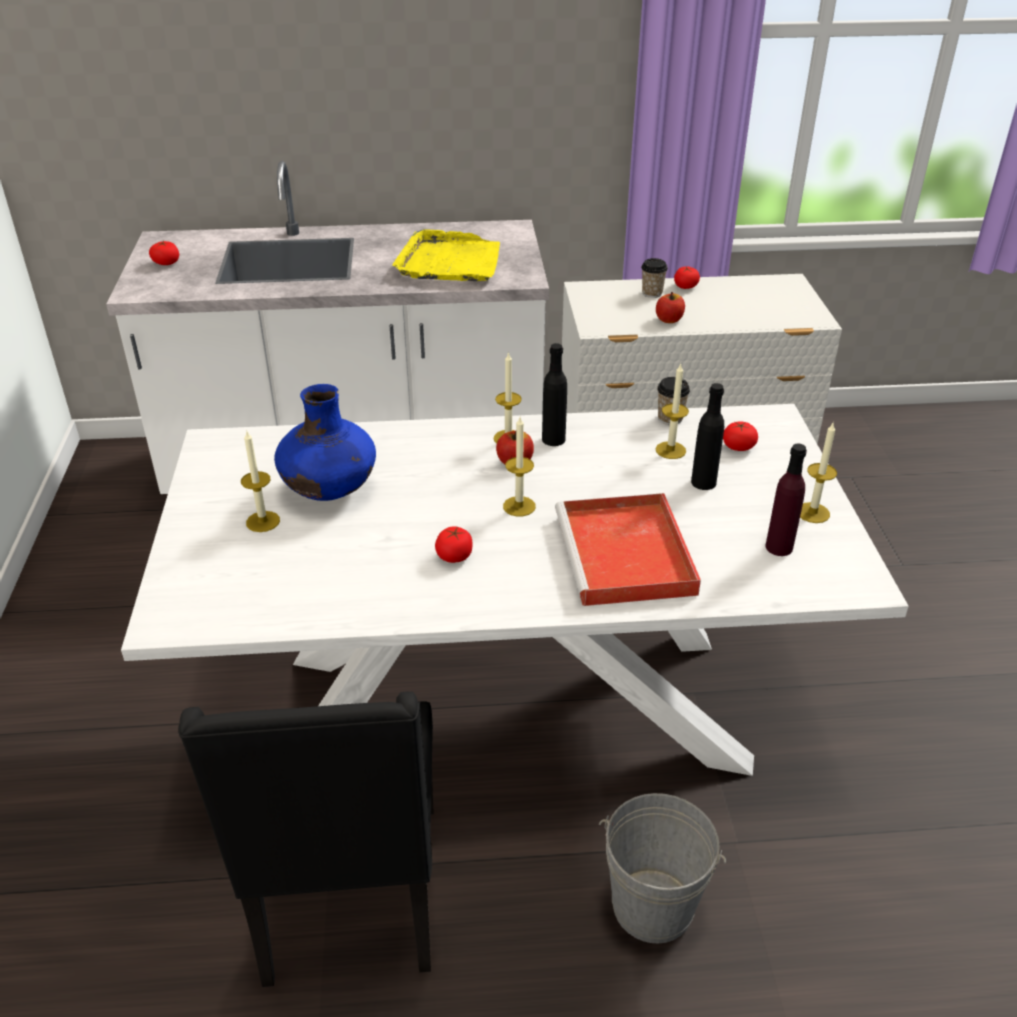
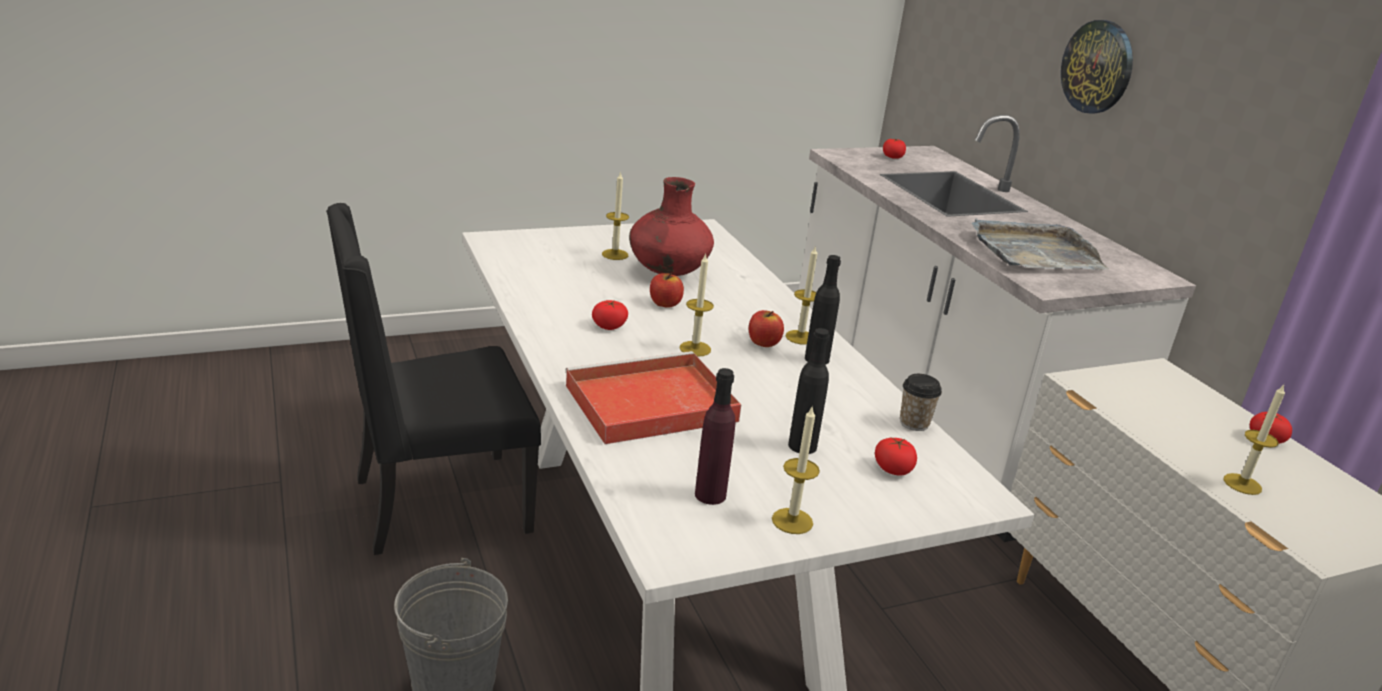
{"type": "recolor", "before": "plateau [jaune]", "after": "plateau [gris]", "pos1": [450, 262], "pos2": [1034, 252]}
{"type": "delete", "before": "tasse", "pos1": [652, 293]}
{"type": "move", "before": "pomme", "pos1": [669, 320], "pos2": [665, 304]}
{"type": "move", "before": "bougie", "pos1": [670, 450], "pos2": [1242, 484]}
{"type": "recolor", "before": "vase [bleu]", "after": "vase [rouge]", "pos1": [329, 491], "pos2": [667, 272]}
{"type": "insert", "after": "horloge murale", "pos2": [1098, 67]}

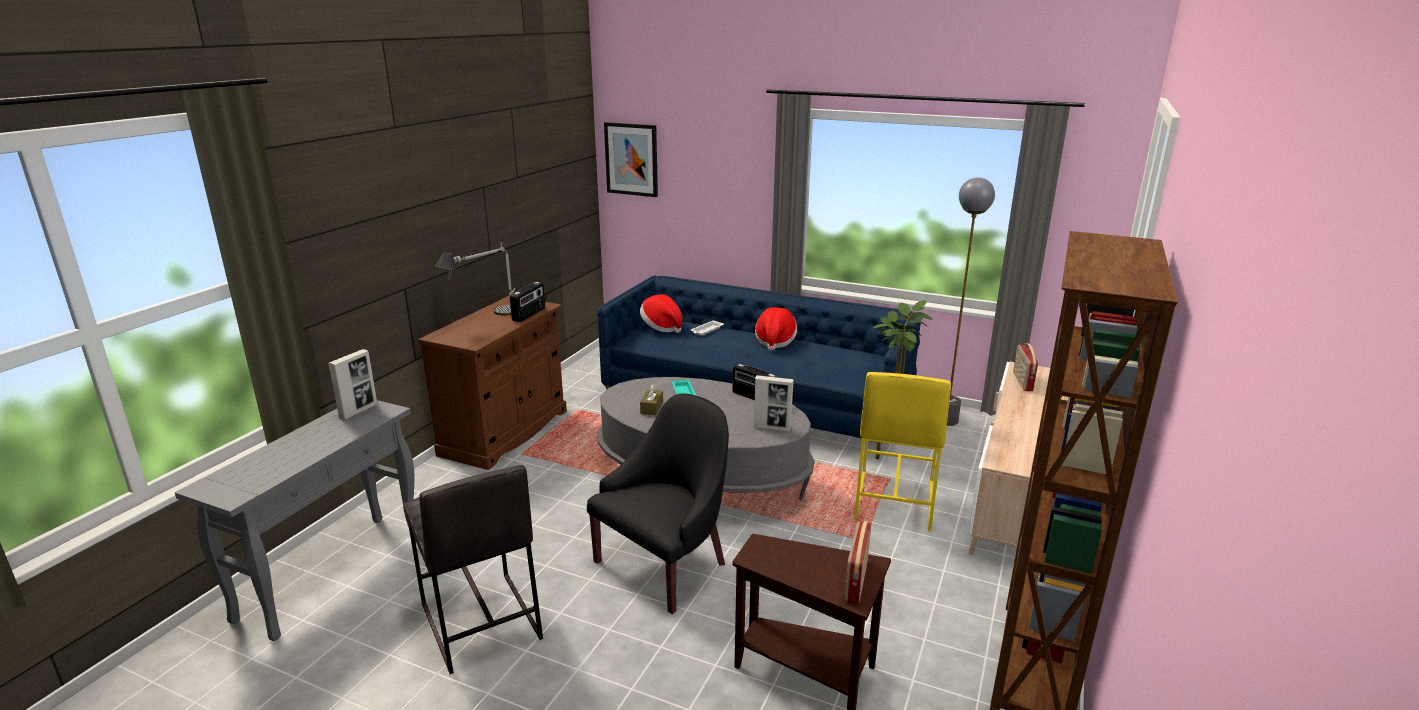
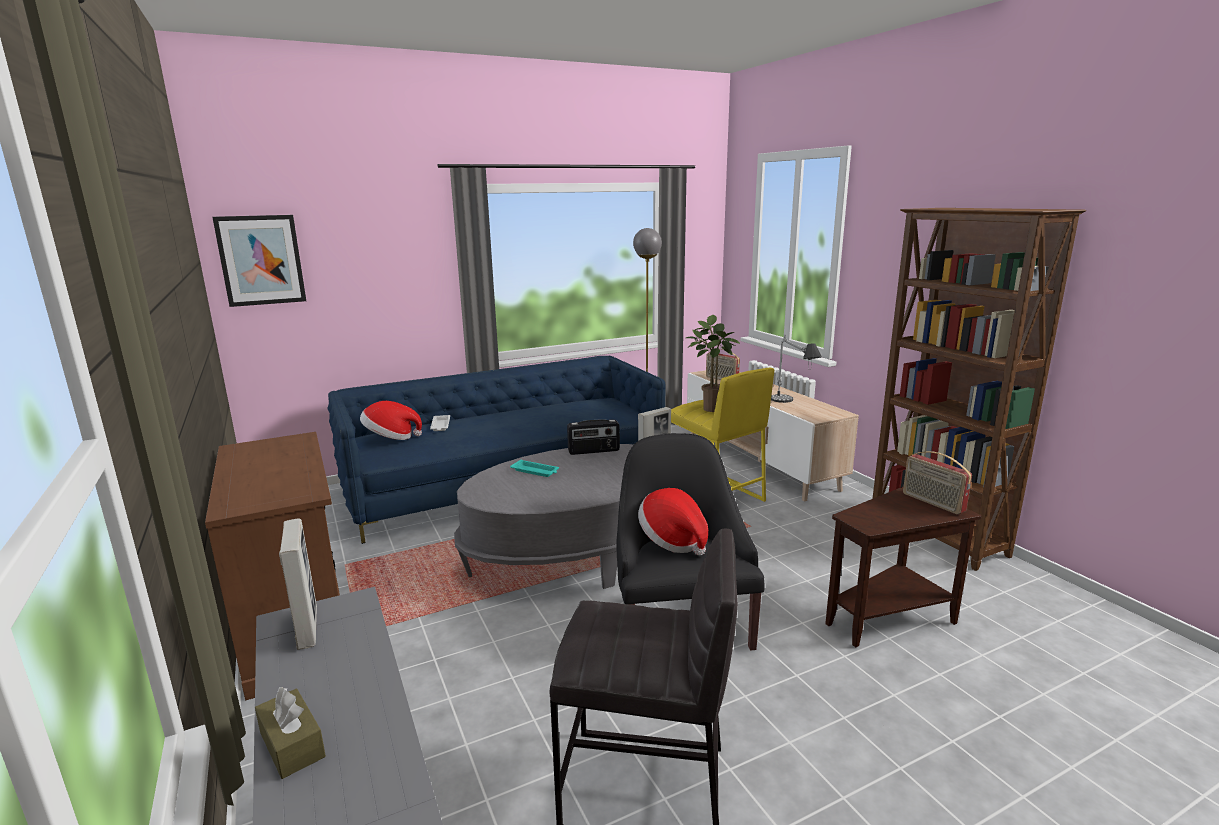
{"type": "move", "before": "lampe de table", "pos1": [484, 317], "pos2": [791, 406]}
{"type": "delete", "before": "radio", "pos1": [529, 314]}
{"type": "move", "before": "chapeau", "pos1": [775, 341], "pos2": [673, 540]}
{"type": "move", "before": "boîte à mouchoirs [marron]", "pos1": [651, 408], "pos2": [292, 744]}

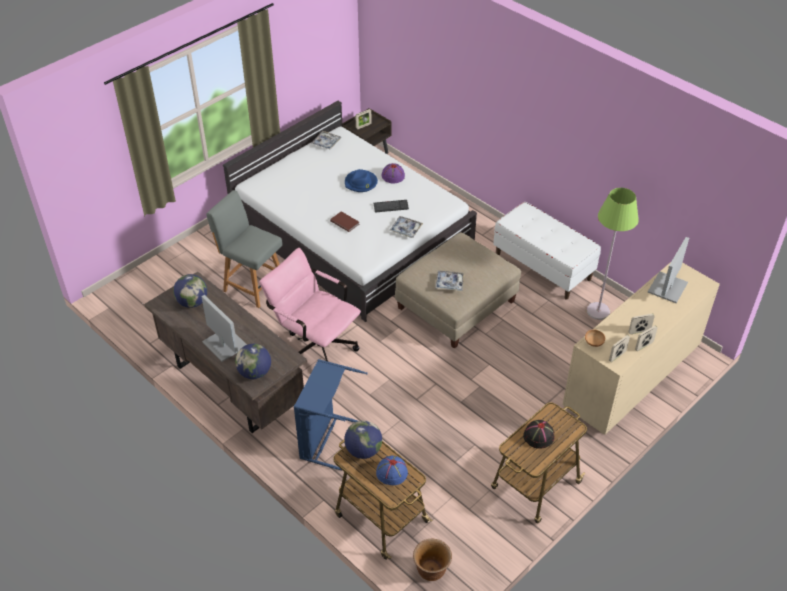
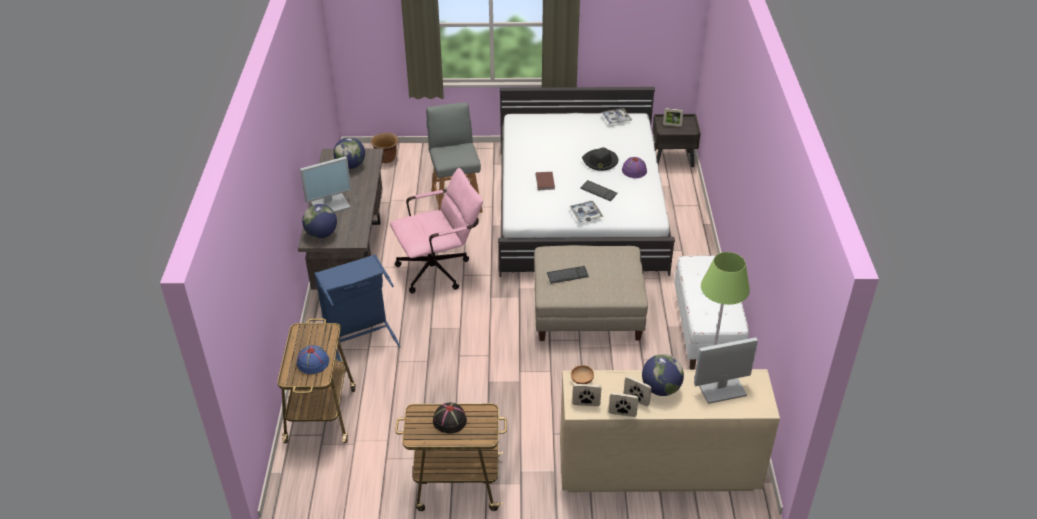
{"type": "recolor", "before": "chapeau [bleu]", "after": "chapeau [noir]", "pos1": [361, 183], "pos2": [600, 161]}
{"type": "rotate", "before": "chaise de bureau [rose]", "pos1": [314, 346], "pos2": [440, 269], "turn": 75}
{"type": "replace", "before": "plateau", "after": "clavier", "pos1": [449, 283], "pos2": [567, 275]}
{"type": "rotate", "before": "écran d'ordinateur", "pos1": [224, 344], "pos2": [330, 204], "turn": 60}
{"type": "move", "before": "globe", "pos1": [363, 450], "pos2": [660, 389]}
{"type": "move", "before": "cache-pot [marron]", "pos1": [431, 571], "pos2": [386, 159]}

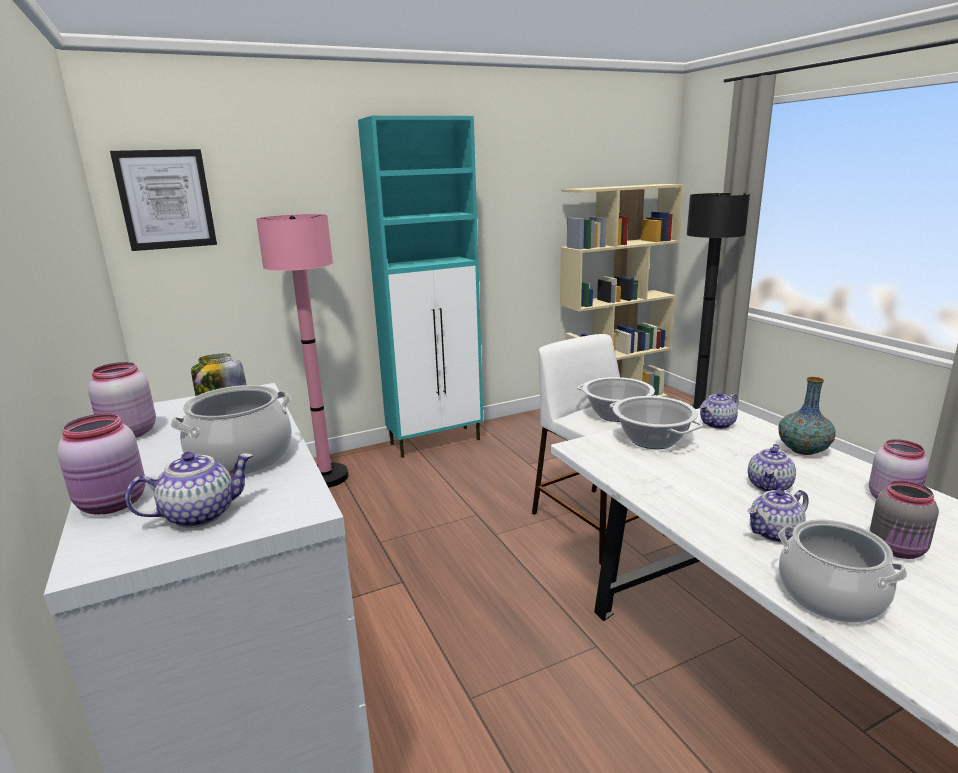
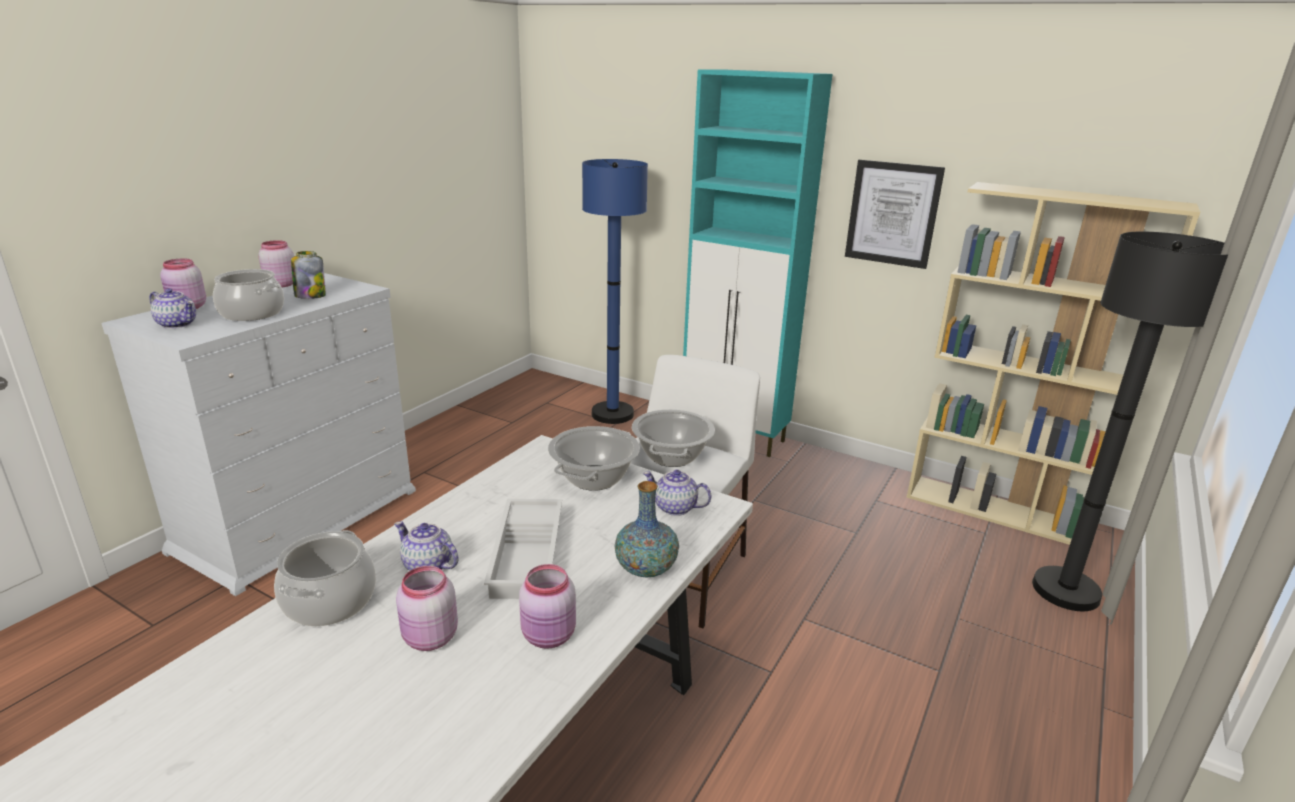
{"type": "move", "before": "tableau", "pos1": [166, 200], "pos2": [892, 213]}
{"type": "recolor", "before": "lampadaire [rose]", "after": "lampadaire [bleu]", "pos1": [326, 477], "pos2": [612, 414]}
{"type": "replace", "before": "théière", "after": "plateau [blanc]", "pos1": [770, 486], "pos2": [529, 555]}
{"type": "recolor", "before": "bocal [gris]", "after": "bocal [rose]", "pos1": [898, 550], "pos2": [429, 639]}

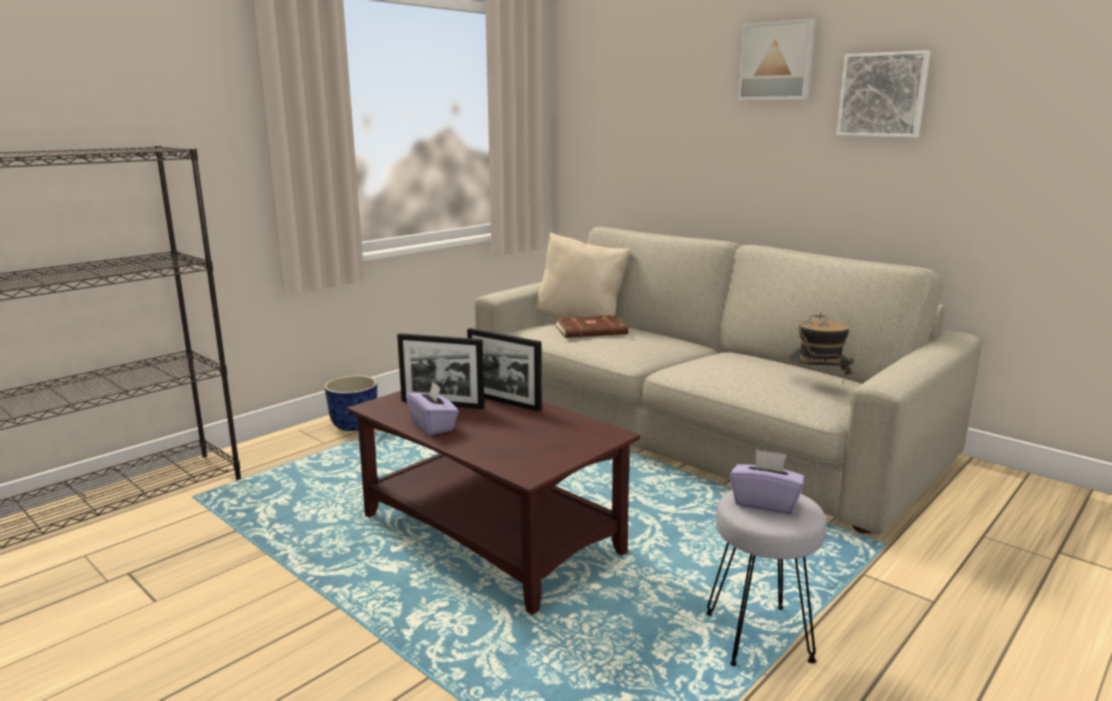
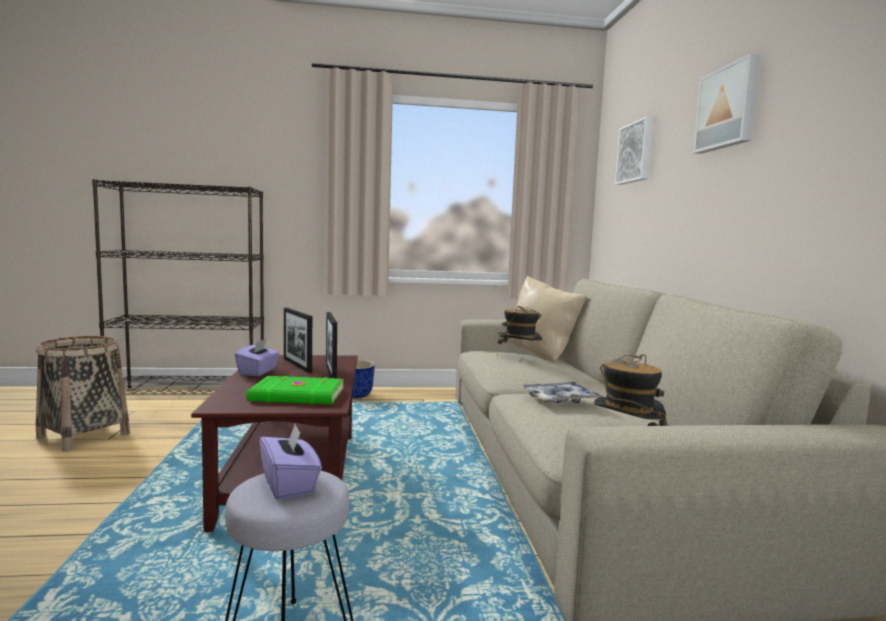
{"type": "move", "before": "tableau", "pos1": [883, 95], "pos2": [636, 152]}
{"type": "replace", "before": "livre [marron]", "after": "chapeau", "pos1": [592, 331], "pos2": [519, 358]}
{"type": "insert", "after": "panier", "pos2": [84, 436]}
{"type": "insert", "after": "livre [vert]", "pos2": [297, 395]}
{"type": "insert", "after": "plateau", "pos2": [560, 400]}

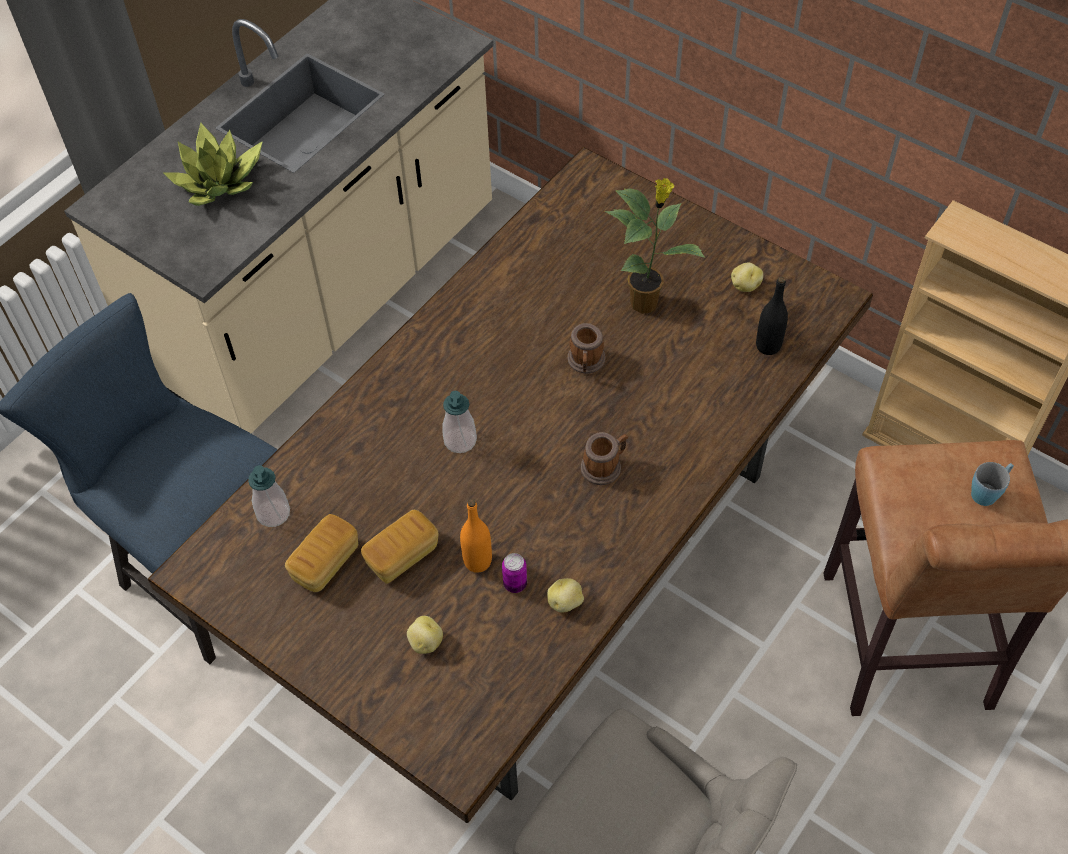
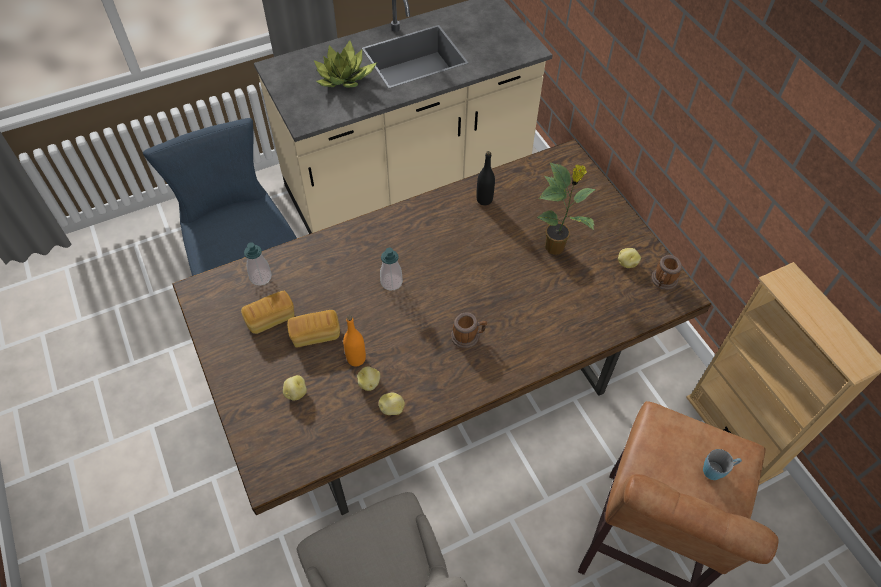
{"type": "move", "before": "bouteille [noir]", "pos1": [768, 346], "pos2": [484, 200]}
{"type": "move", "before": "mug", "pos1": [586, 362], "pos2": [663, 281]}
{"type": "replace", "before": "boîte métallique", "after": "pomme de terre", "pos1": [515, 584], "pos2": [369, 383]}

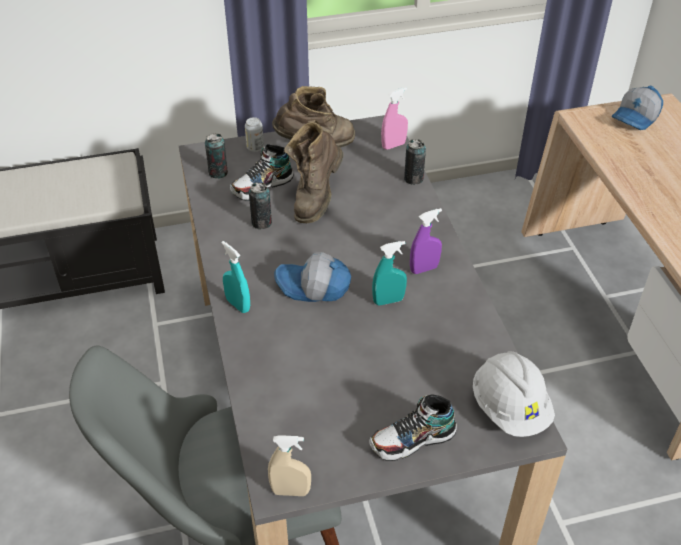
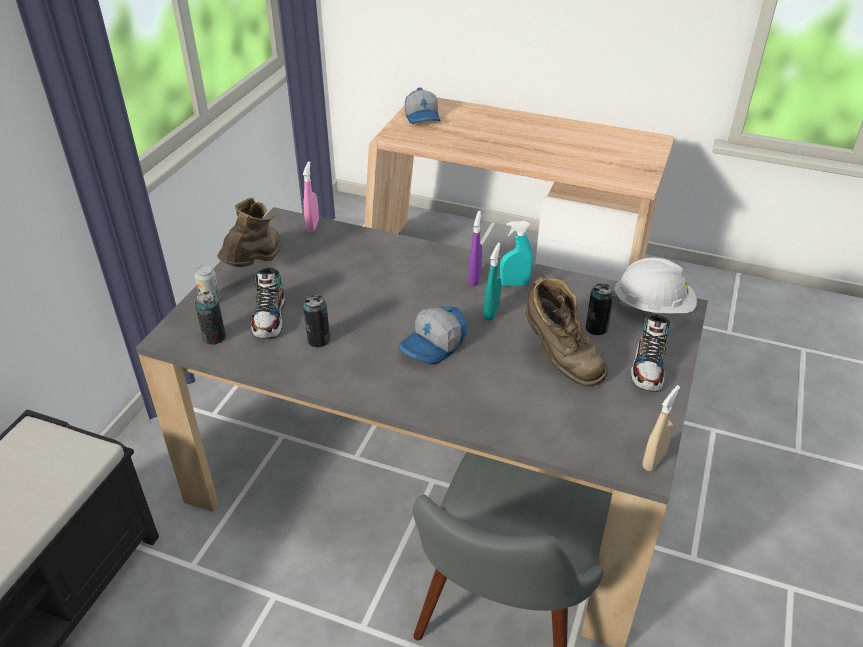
{"type": "move", "before": "botte [marron]", "pos1": [316, 197], "pos2": [559, 358]}
{"type": "move", "before": "boîte métallique", "pos1": [413, 179], "pos2": [596, 328]}
{"type": "move", "before": "vaporisateur [turquoise]", "pos1": [238, 305], "pos2": [514, 283]}

